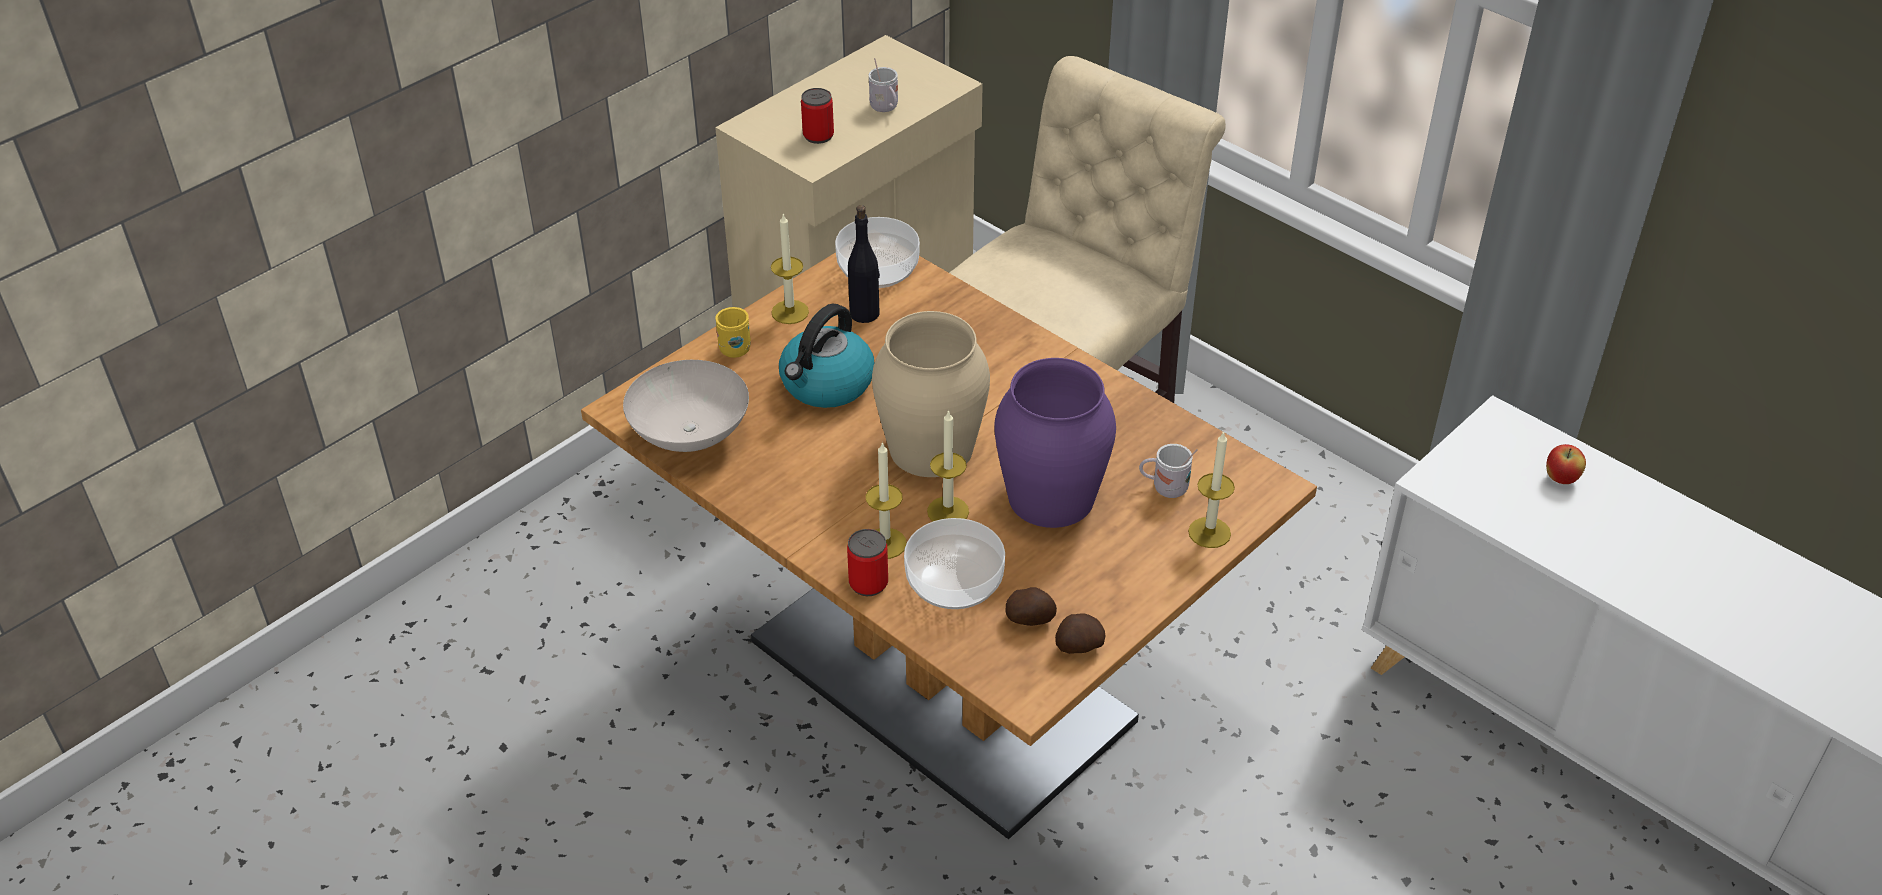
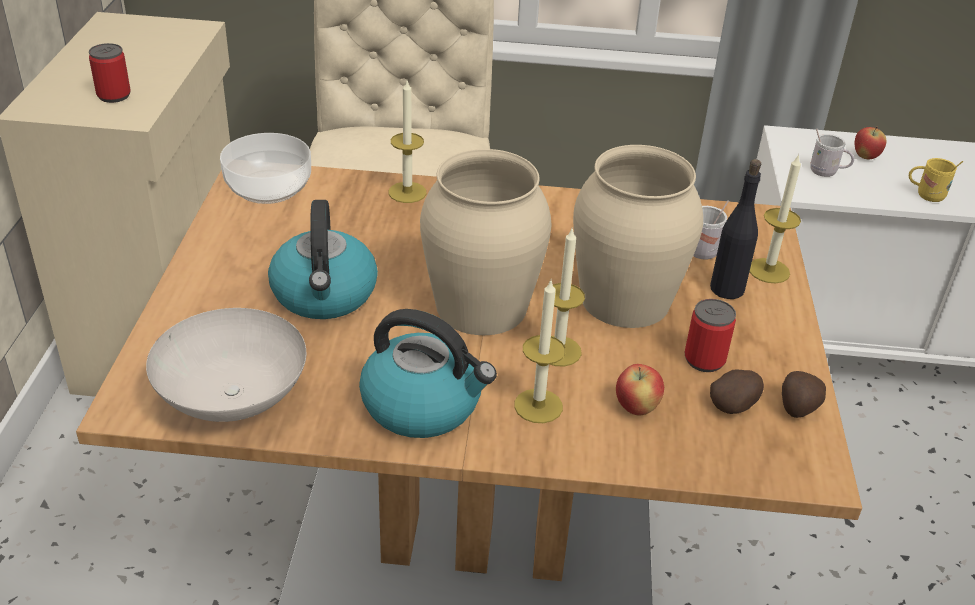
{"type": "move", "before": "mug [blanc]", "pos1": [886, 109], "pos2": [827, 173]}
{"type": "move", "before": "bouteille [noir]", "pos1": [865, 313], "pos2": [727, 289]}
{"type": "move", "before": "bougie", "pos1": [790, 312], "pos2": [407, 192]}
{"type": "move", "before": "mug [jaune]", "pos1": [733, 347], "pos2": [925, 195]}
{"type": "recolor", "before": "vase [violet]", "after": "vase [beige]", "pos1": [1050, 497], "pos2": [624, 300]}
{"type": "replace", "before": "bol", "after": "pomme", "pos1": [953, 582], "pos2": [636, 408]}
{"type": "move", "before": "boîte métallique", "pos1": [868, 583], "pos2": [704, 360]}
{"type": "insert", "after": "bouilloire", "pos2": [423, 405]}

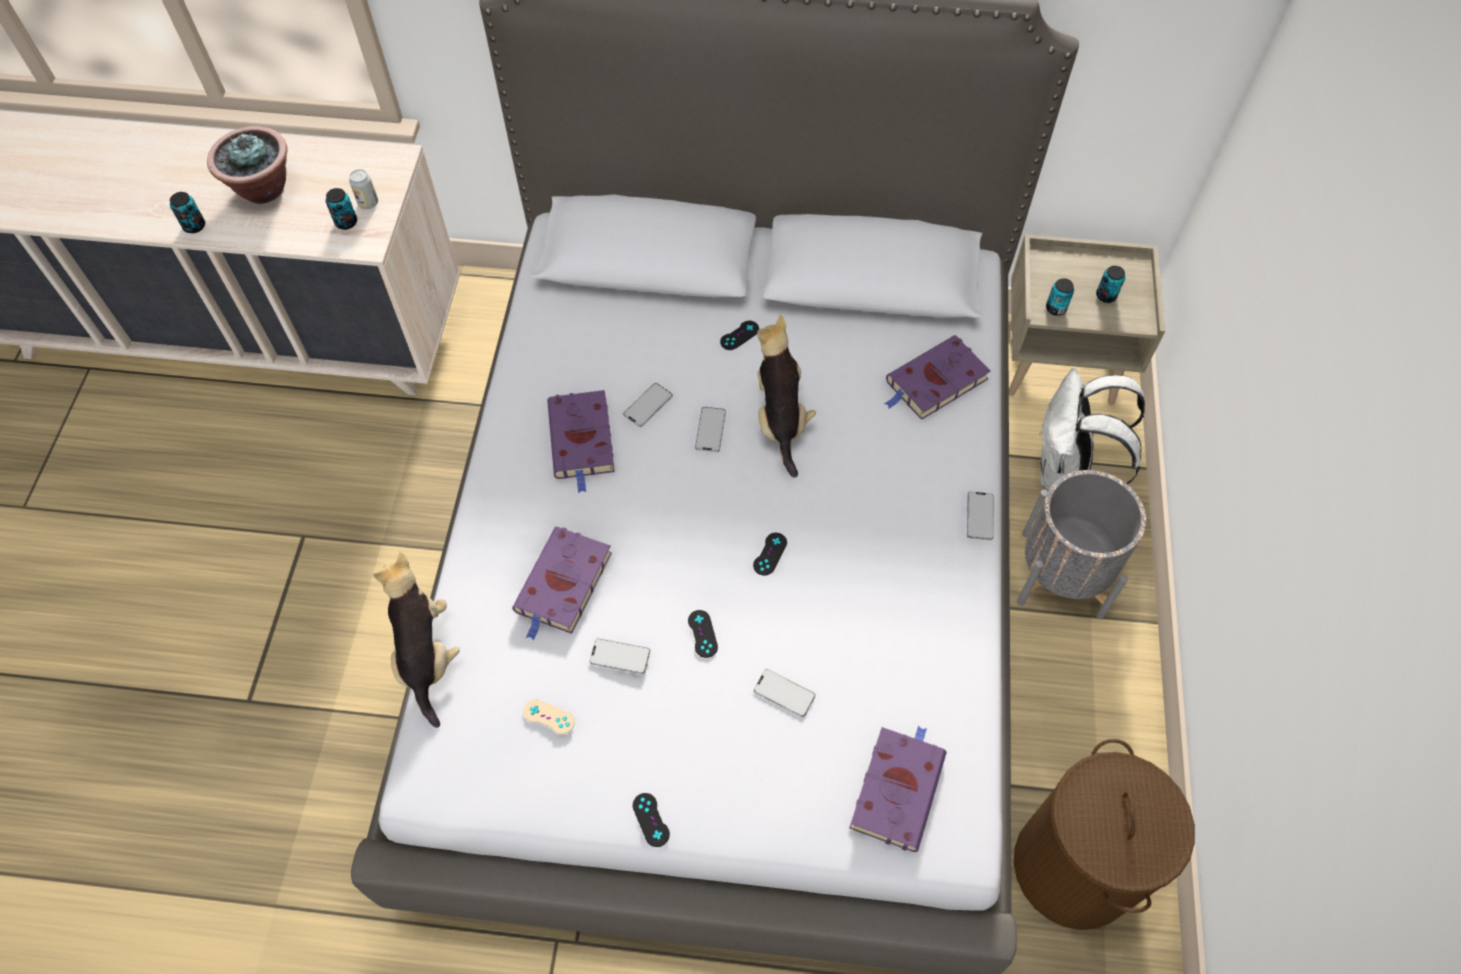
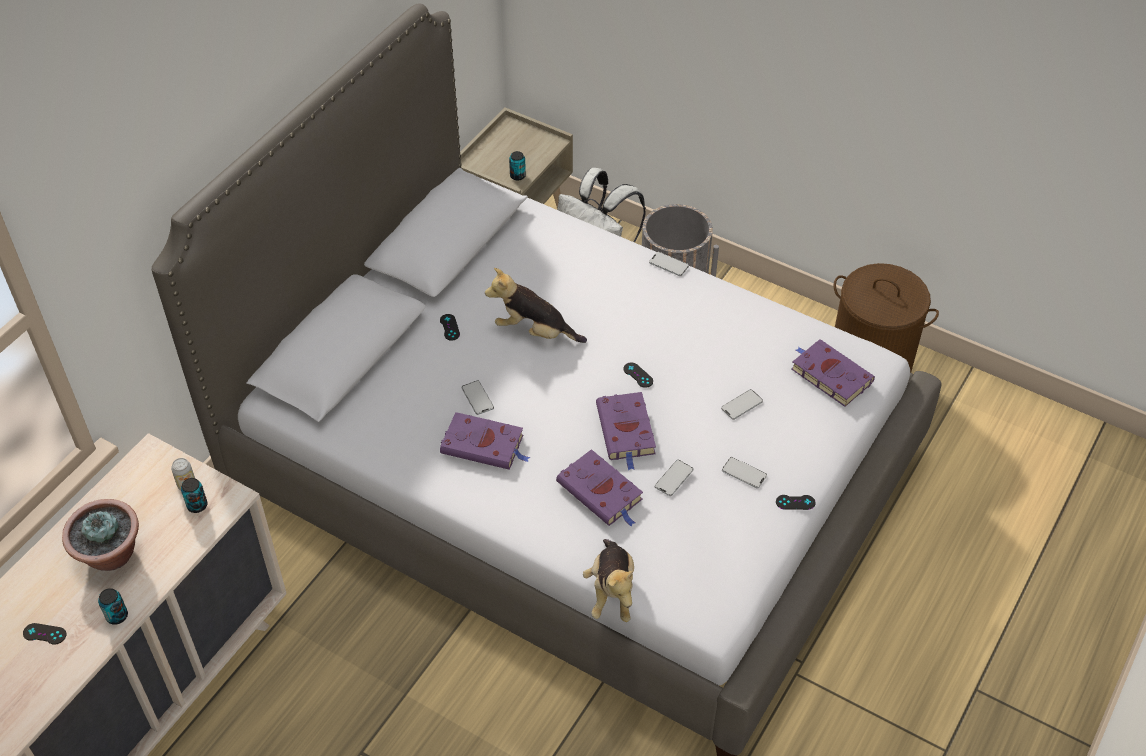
{"type": "delete", "before": "boîte métallique", "pos1": [1106, 295]}
{"type": "move", "before": "livre [violet]", "pos1": [934, 382], "pos2": [626, 431]}
{"type": "move", "before": "téléphone", "pos1": [710, 430], "pos2": [744, 473]}
{"type": "rotate", "before": "peluche", "pos1": [426, 654], "pos2": [611, 592], "turn": -105}
{"type": "move", "before": "manette [noir]", "pos1": [702, 634], "pos2": [44, 634]}
{"type": "delete", "before": "manette [beige]", "pos1": [549, 717]}

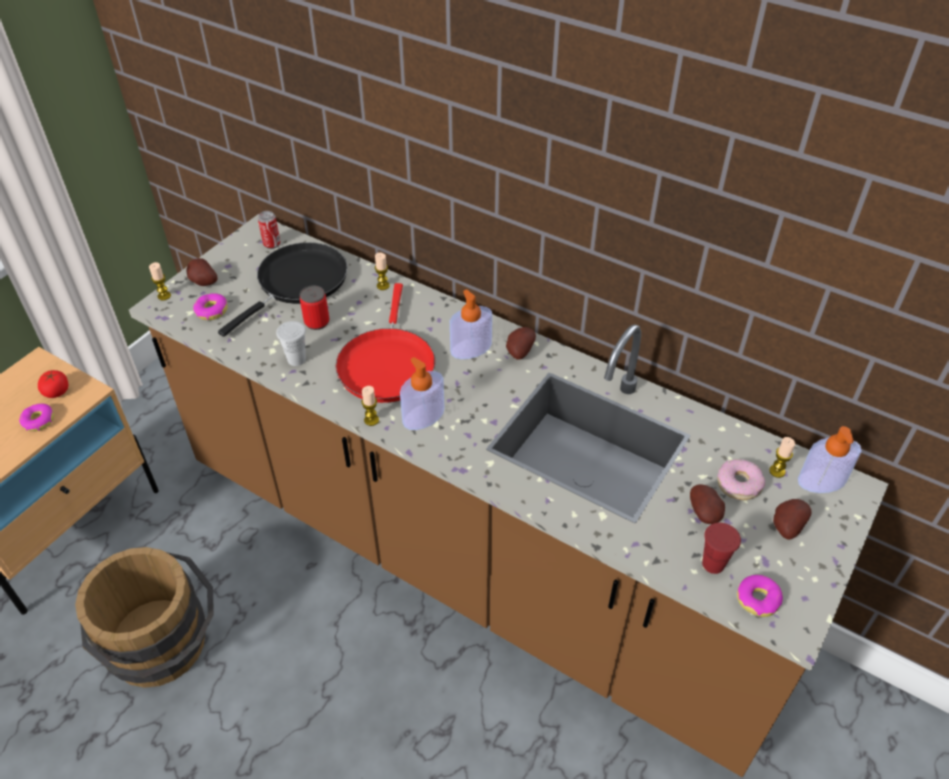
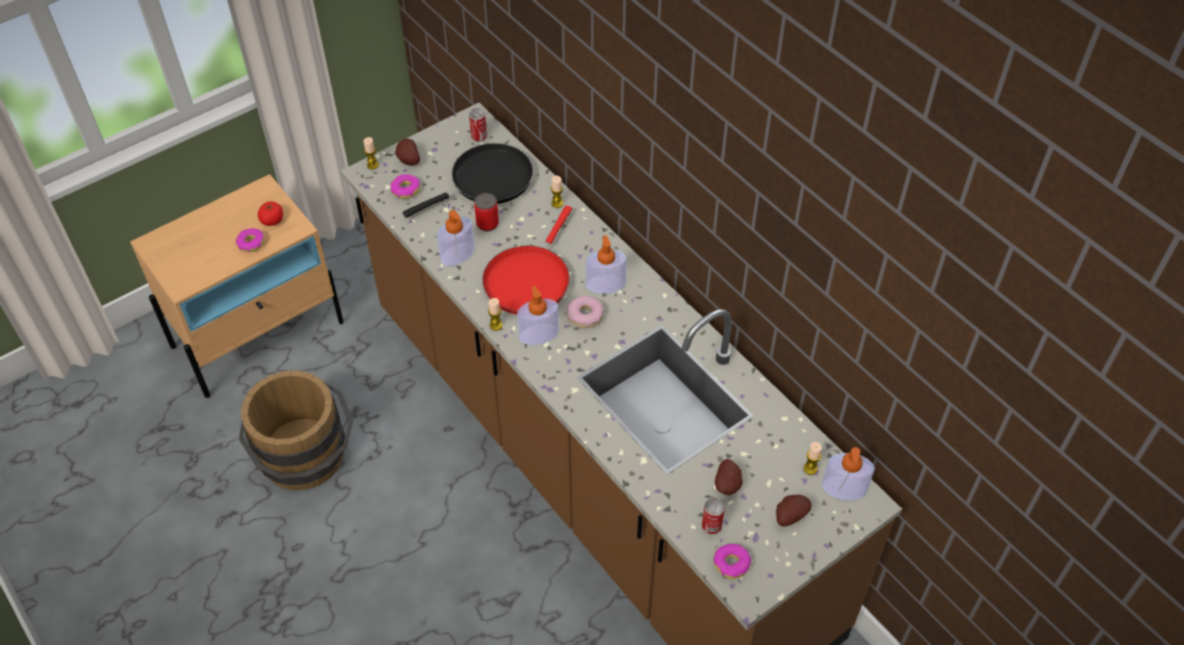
{"type": "replace", "before": "tasse [blanc]", "after": "distributeur de savon", "pos1": [296, 359], "pos2": [457, 254]}
{"type": "delete", "before": "pomme de terre", "pos1": [518, 352]}
{"type": "move", "before": "beignet", "pos1": [739, 484], "pos2": [585, 316]}
{"type": "replace", "before": "tasse [rouge]", "after": "boîte métallique", "pos1": [713, 564], "pos2": [711, 526]}

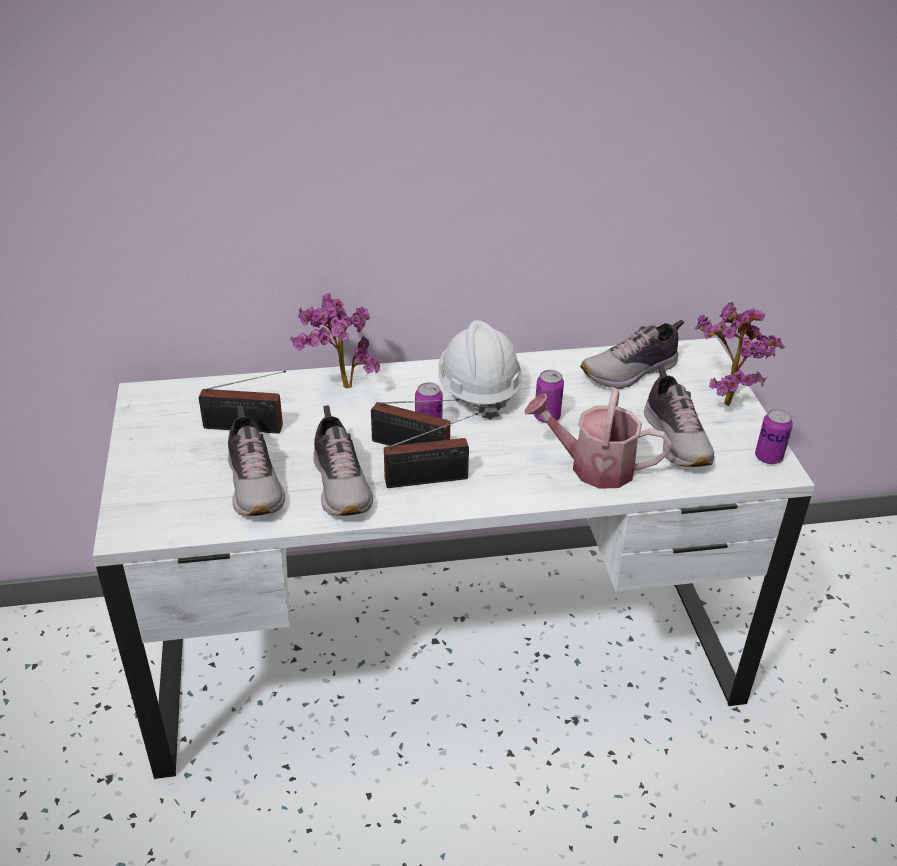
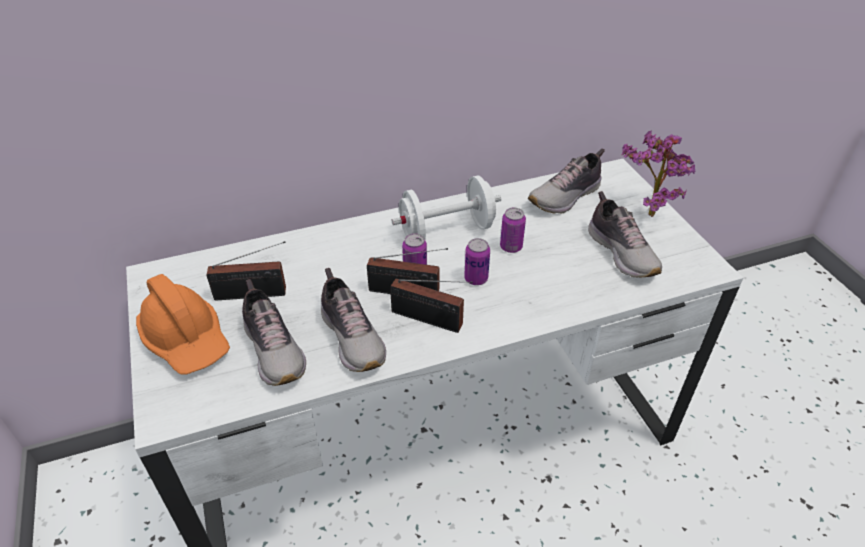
{"type": "delete", "before": "plante en pot", "pos1": [339, 388]}
{"type": "replace", "before": "casque de chantier [blanc]", "after": "haltère [blanc]", "pos1": [478, 391], "pos2": [447, 231]}
{"type": "delete", "before": "arrosoir", "pos1": [593, 466]}
{"type": "move", "before": "boîte métallique", "pos1": [768, 457], "pos2": [476, 279]}
{"type": "rotate", "before": "radio", "pos1": [431, 479], "pos2": [430, 320], "turn": 45}
{"type": "insert", "after": "casque de chantier [orange]", "pos2": [186, 339]}

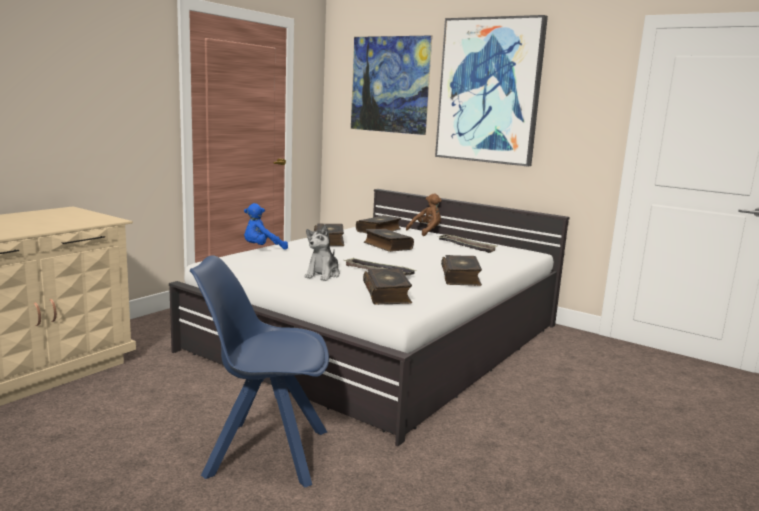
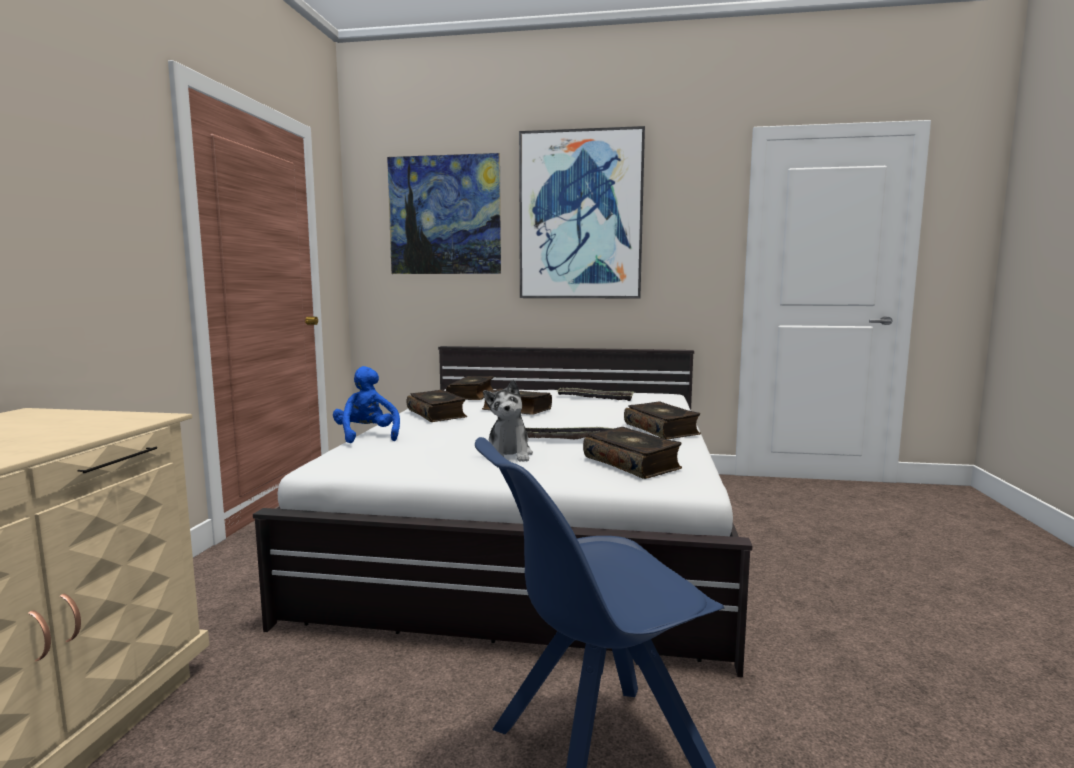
{"type": "delete", "before": "peluche [marron]", "pos1": [426, 232]}
{"type": "rotate", "before": "peluche [bleu]", "pos1": [262, 249], "pos2": [367, 436], "turn": 120}

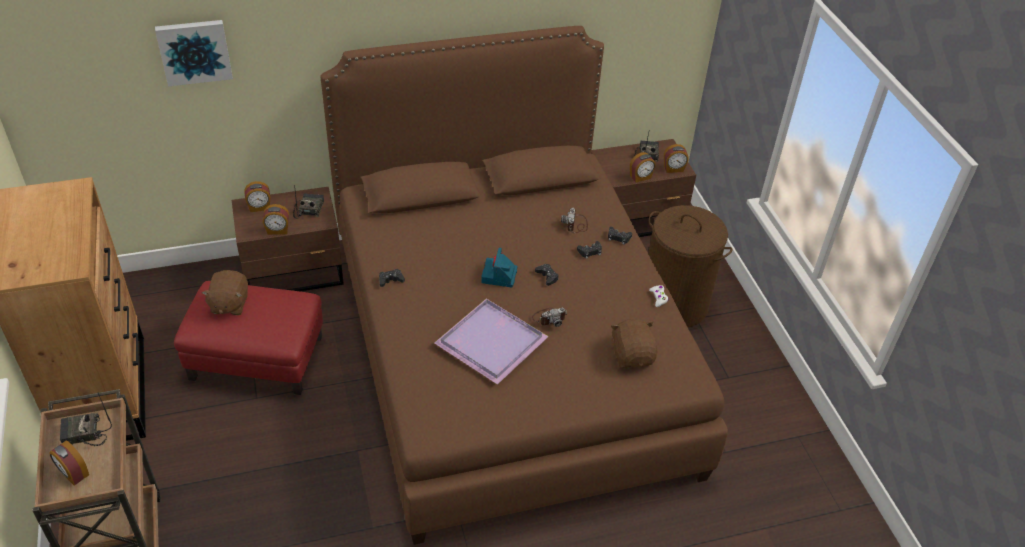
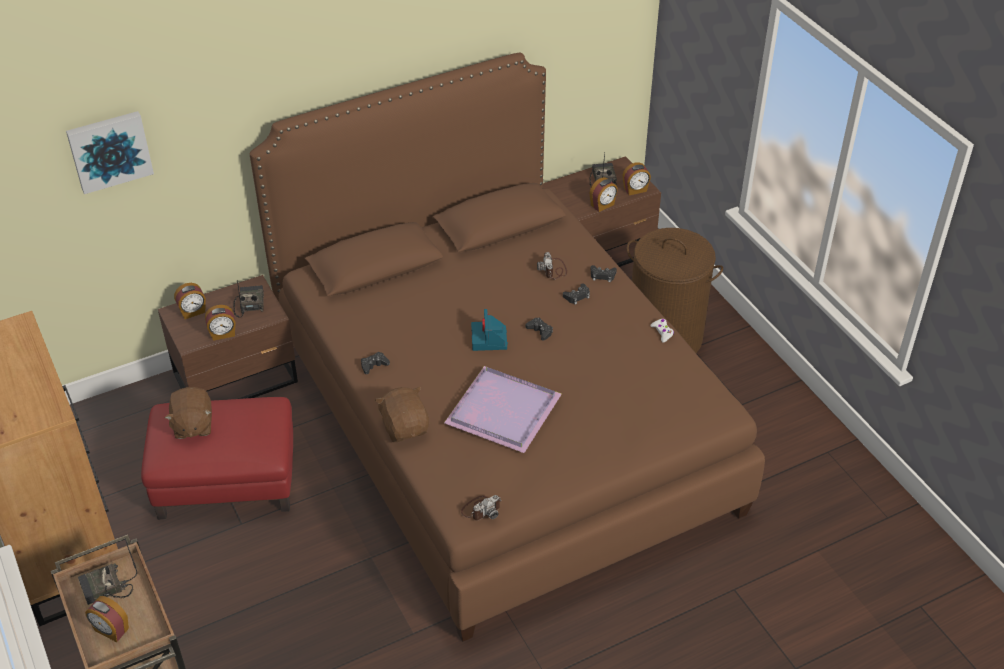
{"type": "move", "before": "appareil photo", "pos1": [549, 318], "pos2": [481, 509]}
{"type": "move", "before": "peluche [marron]", "pos1": [632, 355], "pos2": [405, 427]}

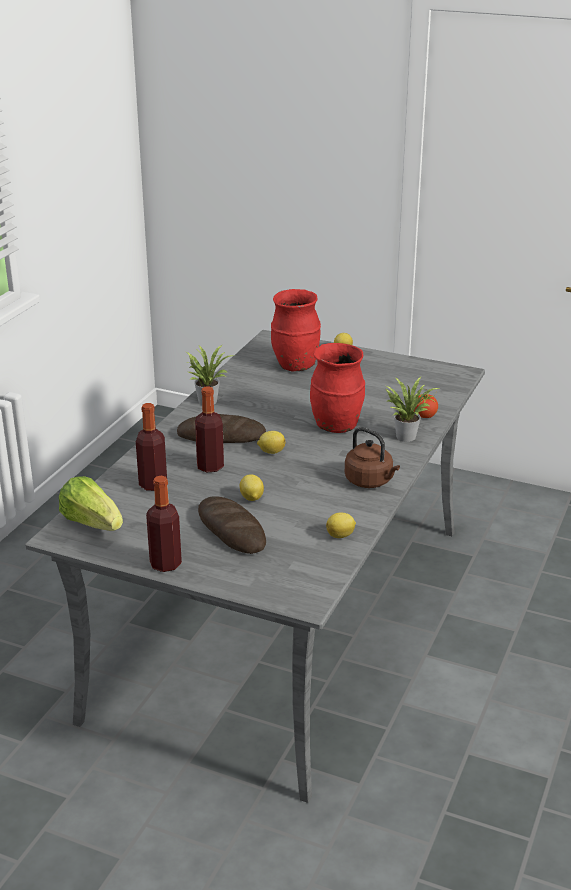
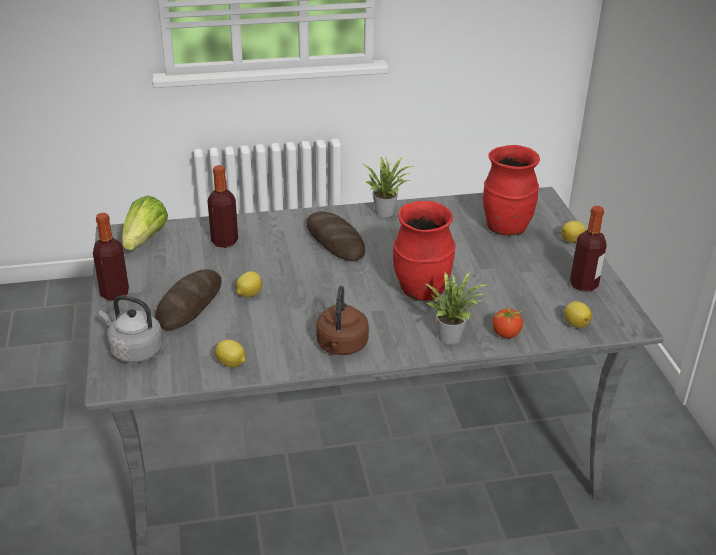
{"type": "move", "before": "bouteille", "pos1": [210, 466], "pos2": [583, 285]}
{"type": "move", "before": "citron", "pos1": [271, 452], "pos2": [575, 323]}
{"type": "insert", "after": "bouilloire [gris]", "pos2": [134, 350]}

